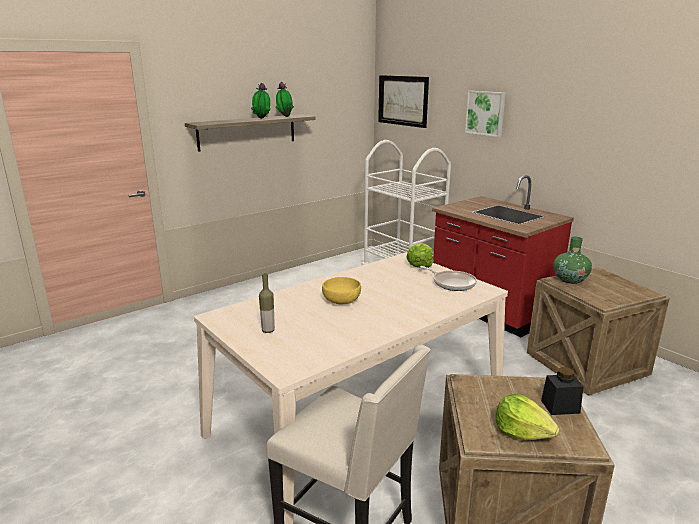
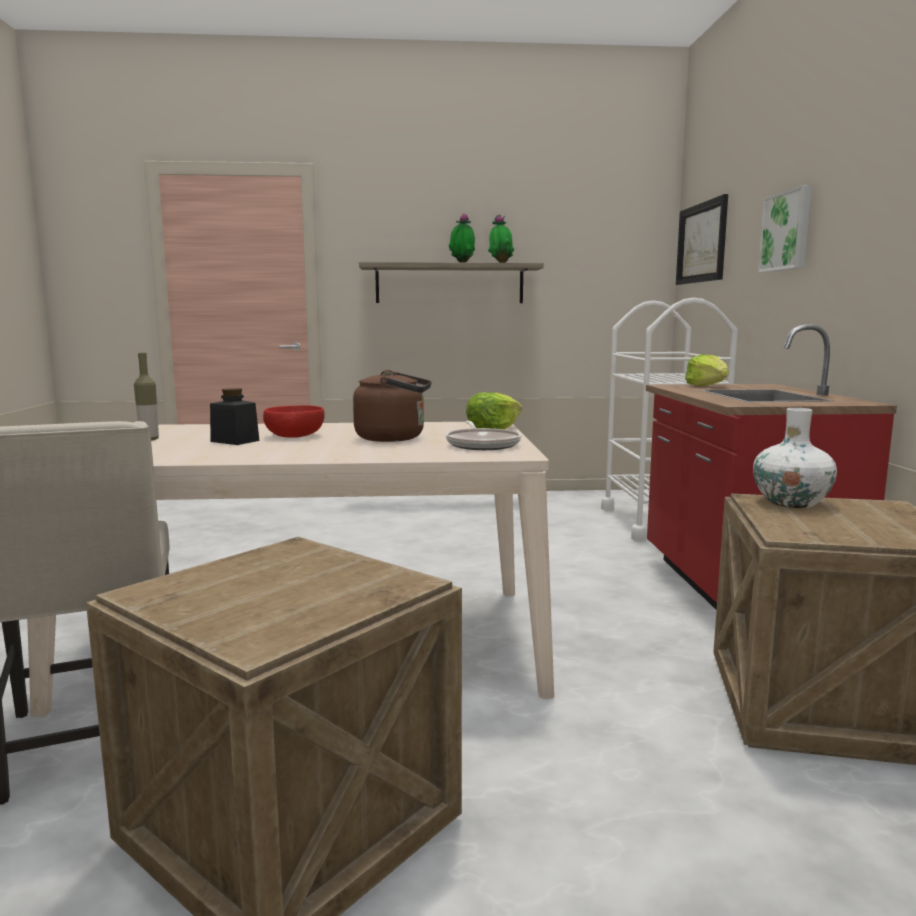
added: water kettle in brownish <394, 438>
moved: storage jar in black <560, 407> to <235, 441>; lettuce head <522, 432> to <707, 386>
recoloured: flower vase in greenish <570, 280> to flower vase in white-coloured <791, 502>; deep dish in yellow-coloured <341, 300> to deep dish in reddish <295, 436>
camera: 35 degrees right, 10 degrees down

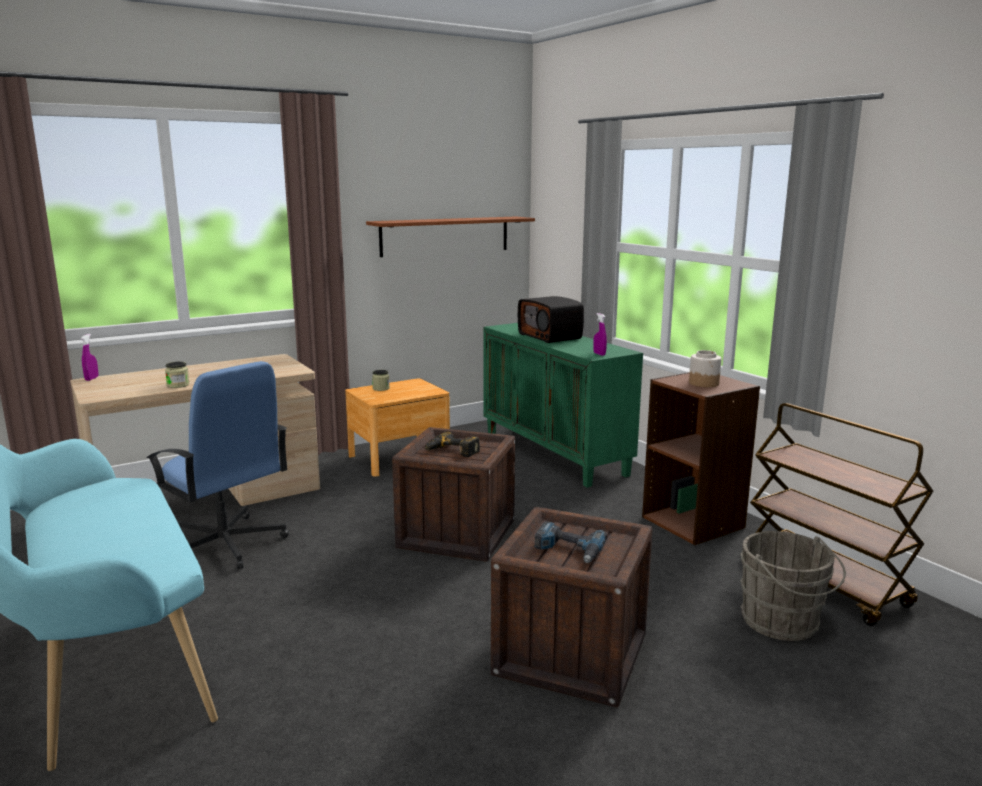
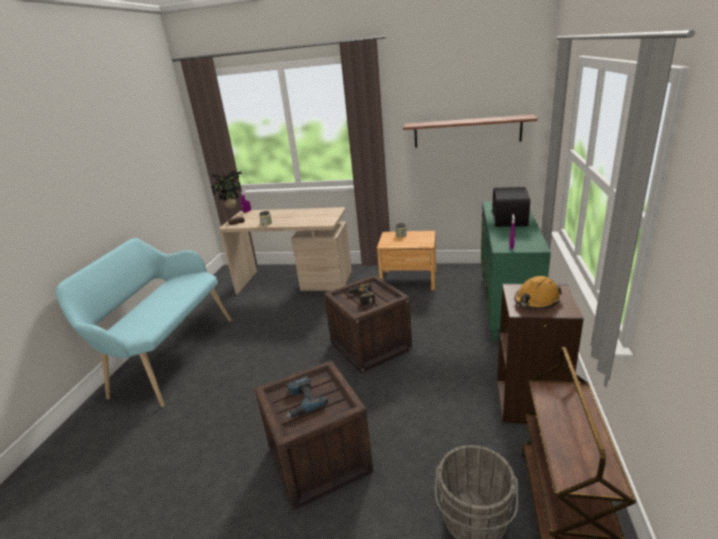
removed: desk chair in bluish <225, 545>
added: plant in a pot <236, 222>
replaced: storage jar <704, 383> to safety helmet in orange-coloured <536, 301>
camera: 45 degrees right, 10 degrees up

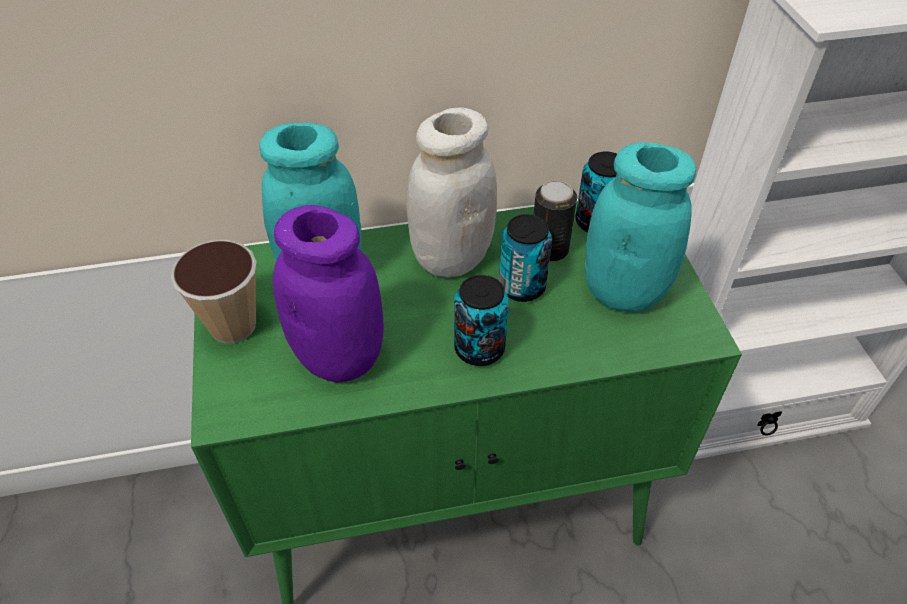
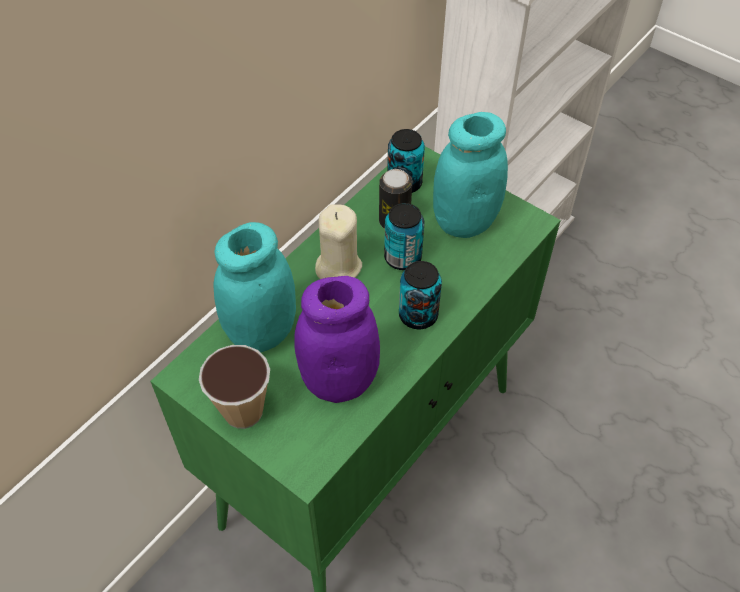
replaced: storage jar in white-coloured <451, 257> to candle in sand-coloured <338, 266>
camera: 40 degrees left, 5 degrees up

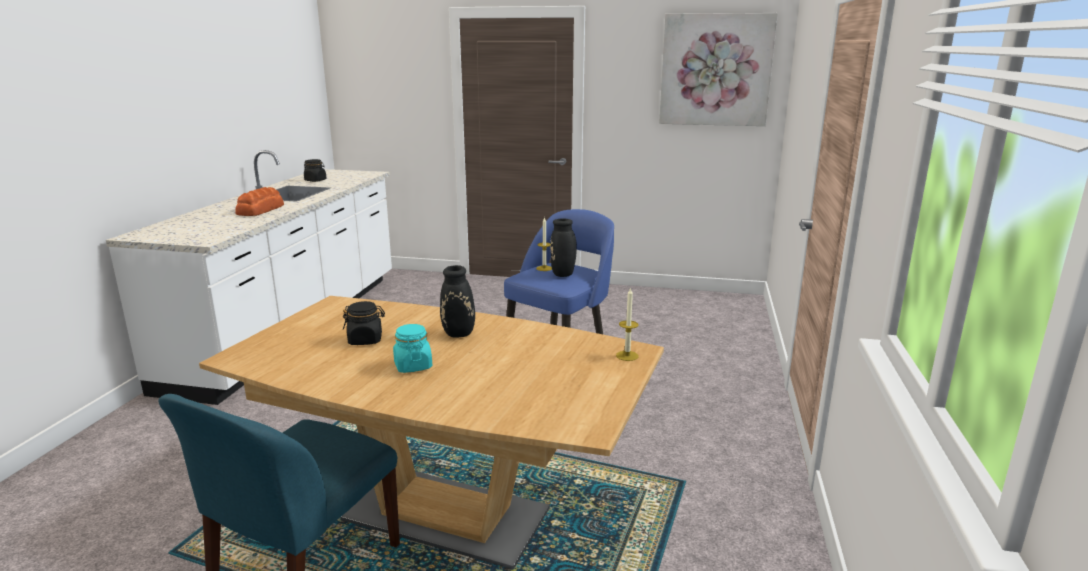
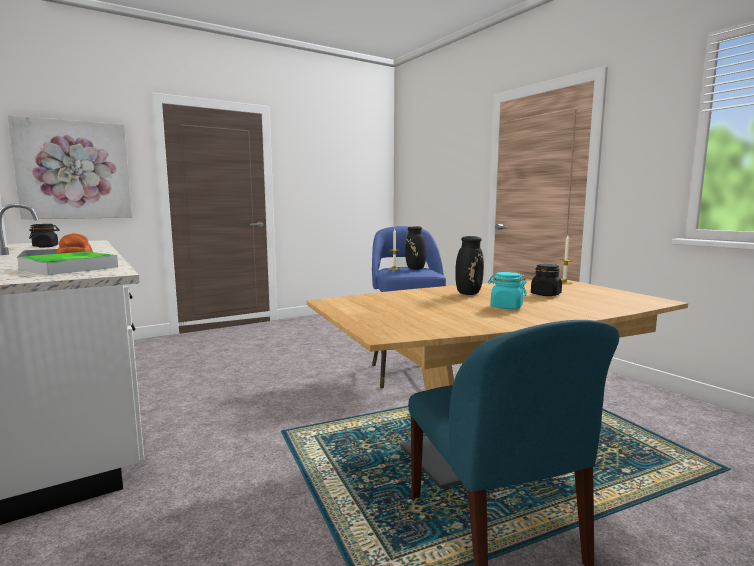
added: tray <69, 268>
moved: picture <715, 70> to <74, 170>; storage jar in black <365, 340> to <545, 294>
camera: 45 degrees left, 10 degrees down

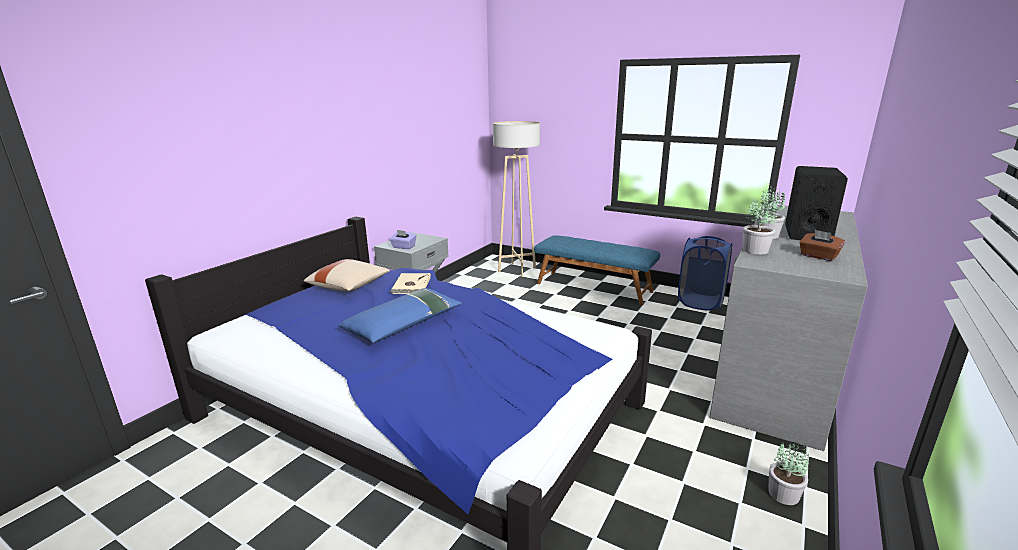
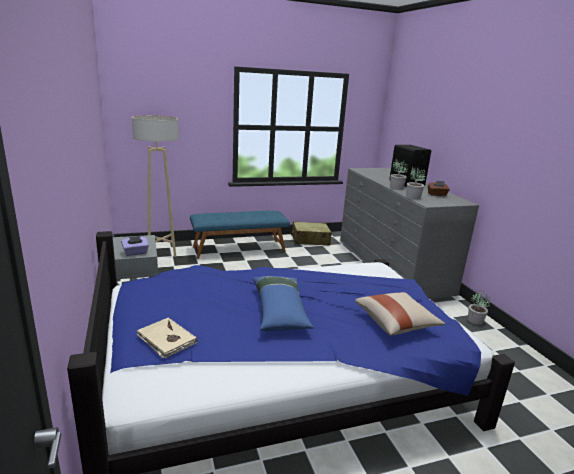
moved: throw pillow in sand-coloured <349, 287> to <396, 323>; bound book in sand-coloured <411, 285> to <166, 340>
replaced: hamper in bluish <700, 302> to suitcase in sand-coloured <310, 240>
camera: 50 degrees left, 0 degrees up

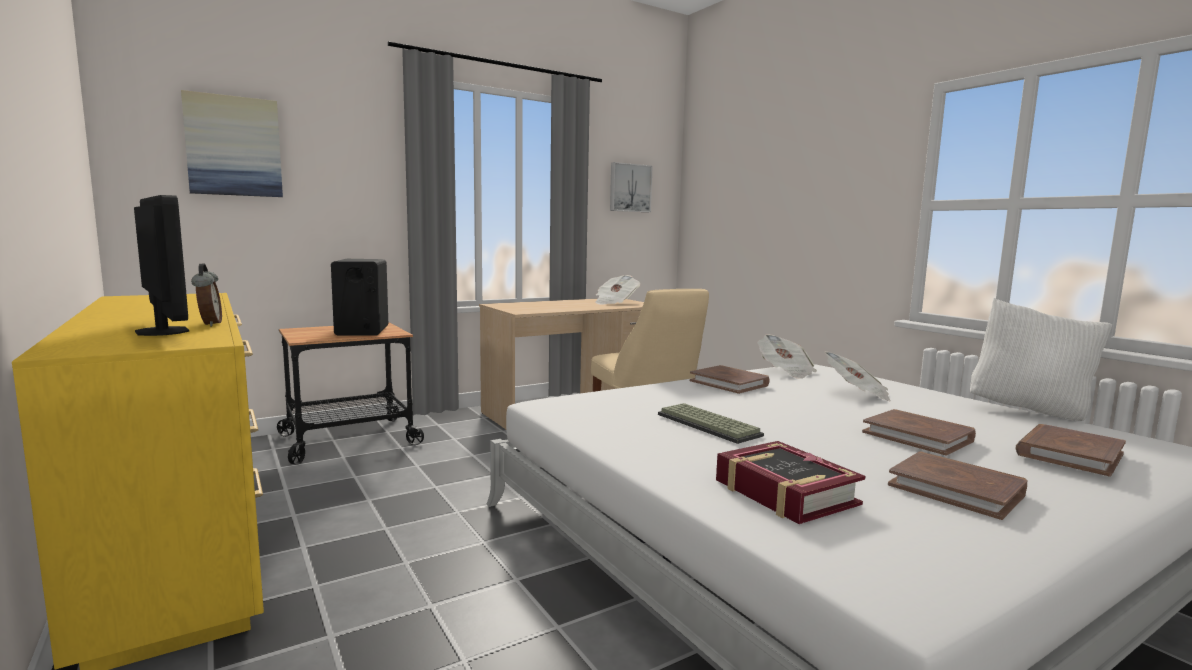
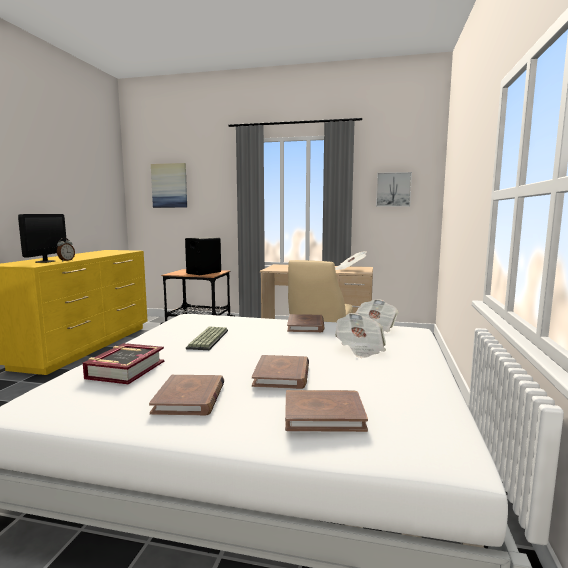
removed: throw pillow in white-coloured <1030, 411>
camera: 45 degrees right, 0 degrees up

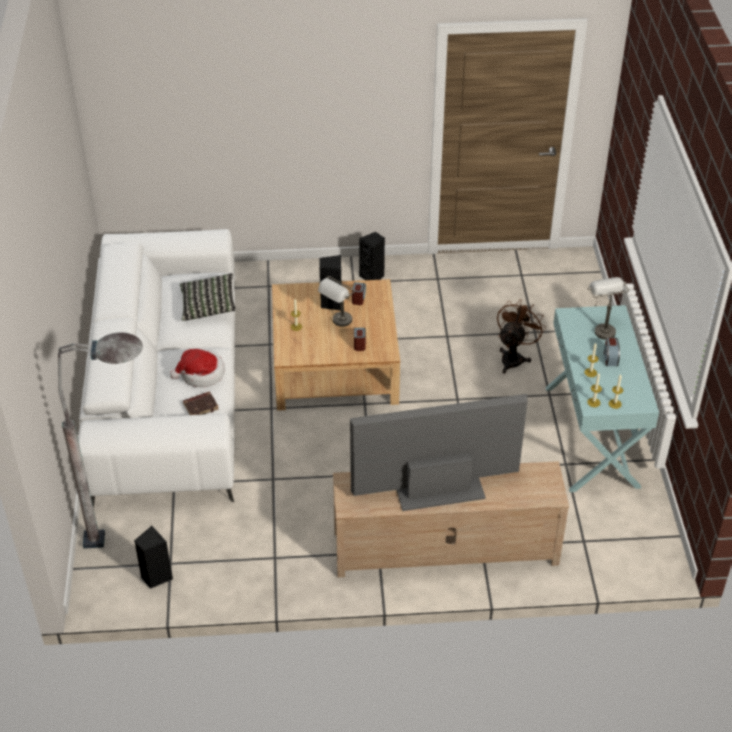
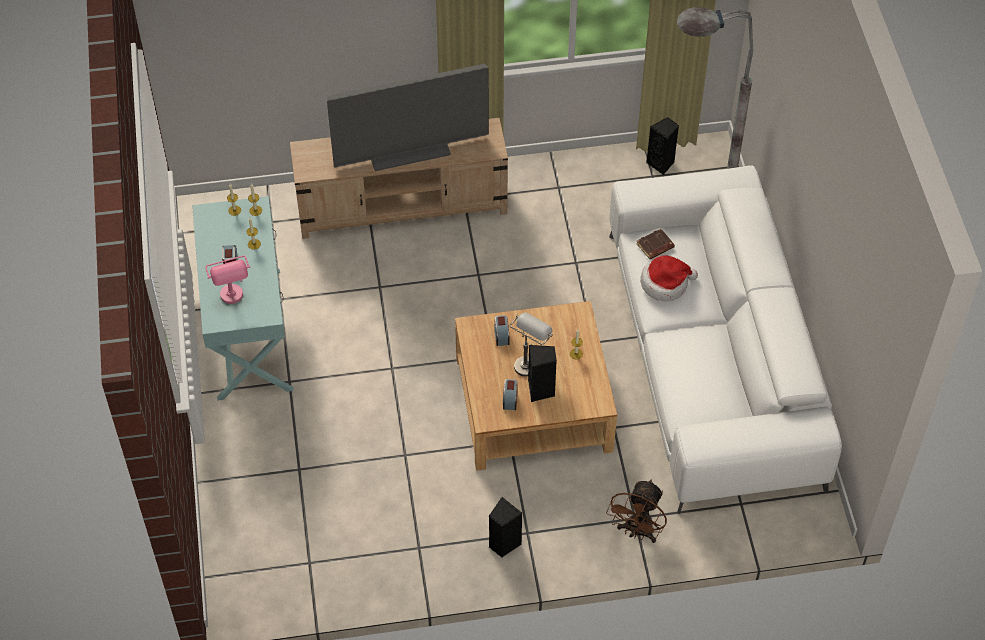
removed: throw pillow <208, 306>
moved: fan in brownish <514, 357> to <637, 532>
recoloured: tabletop lamp in gray <601, 327> to tabletop lamp in pink-coloured <234, 300>
camera: 175 degrees right, 10 degrees up

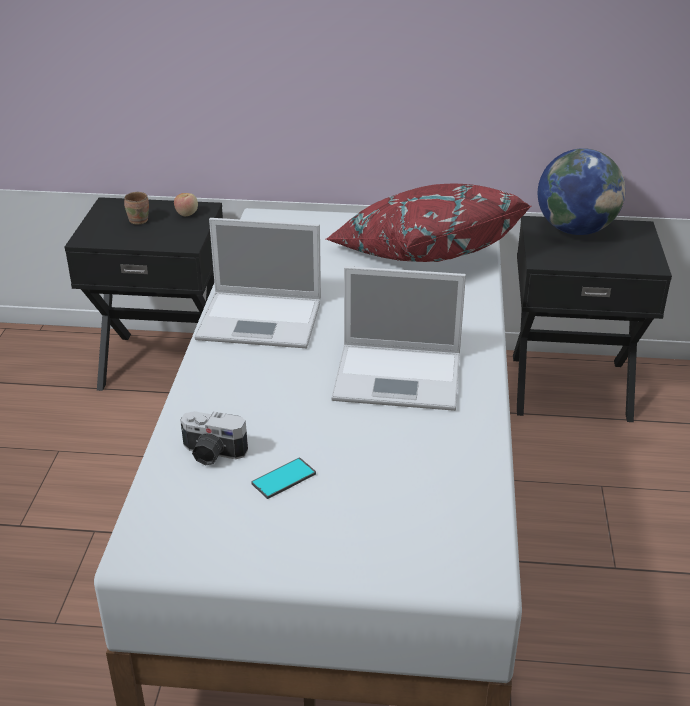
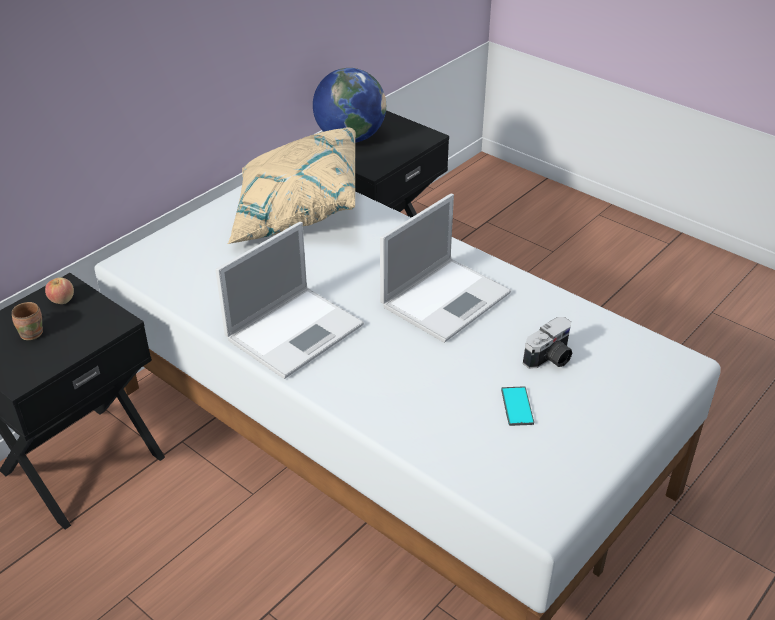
moved: photo camera <212, 454> to <550, 358>
recoloured: throw pillow in reddish <423, 253> to throw pillow in sand-coloured <296, 212>
camera: 55 degrees left, 5 degrees up

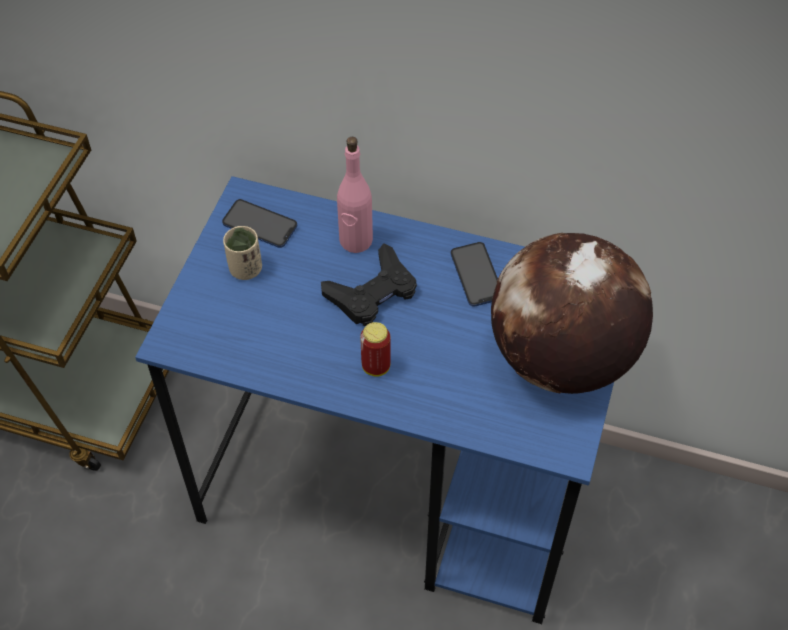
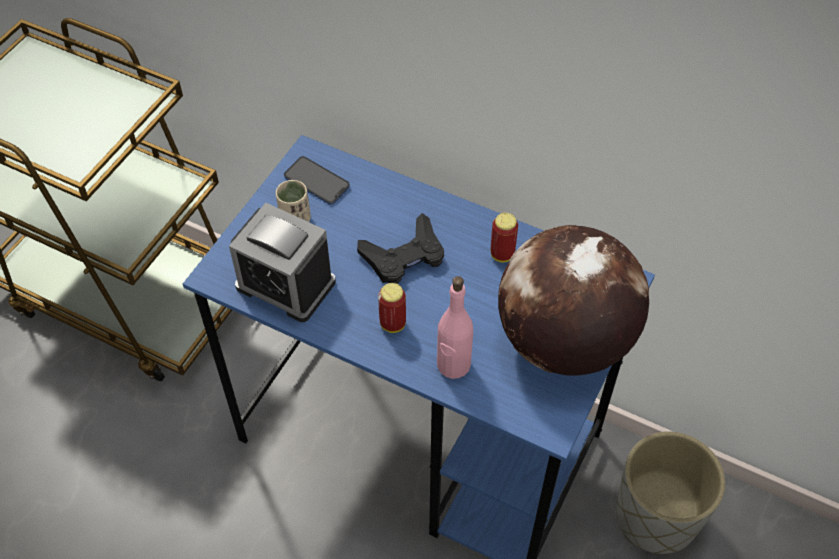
added: table clock <286, 284>; plant pot in gray <657, 517>
moved: beverage bottle in pink-coloured <355, 241> to <453, 365>
replaced: phone <476, 275> to sealed can <502, 254>
camera: 10 degrees right, 0 degrees up

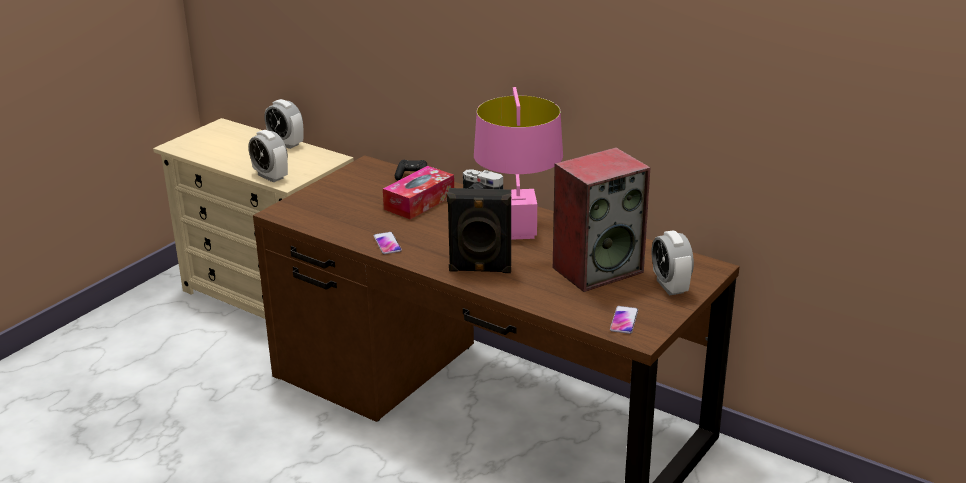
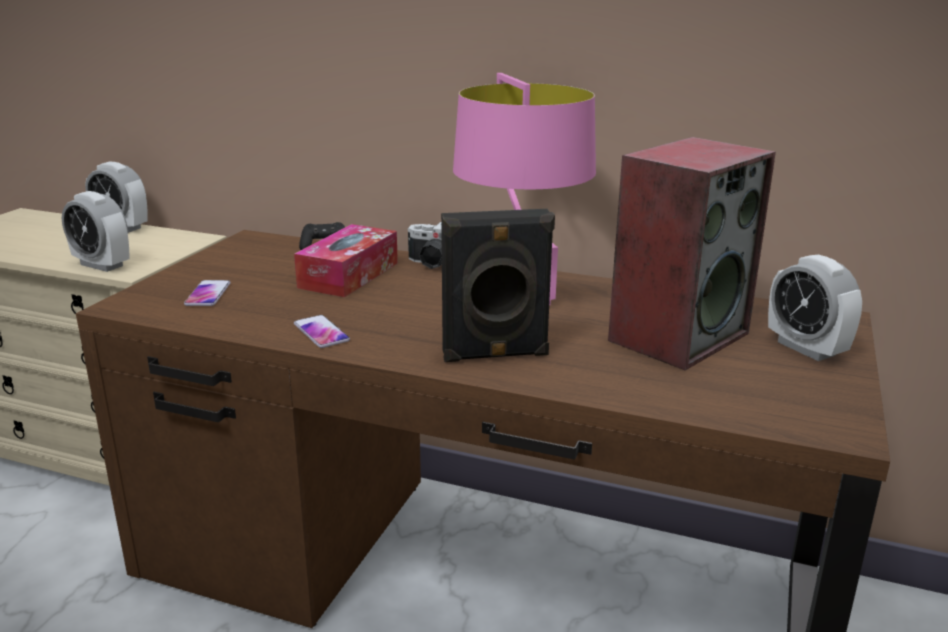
moved: phone <624, 320> to <208, 294>
camera: 15 degrees left, 5 degrees down

